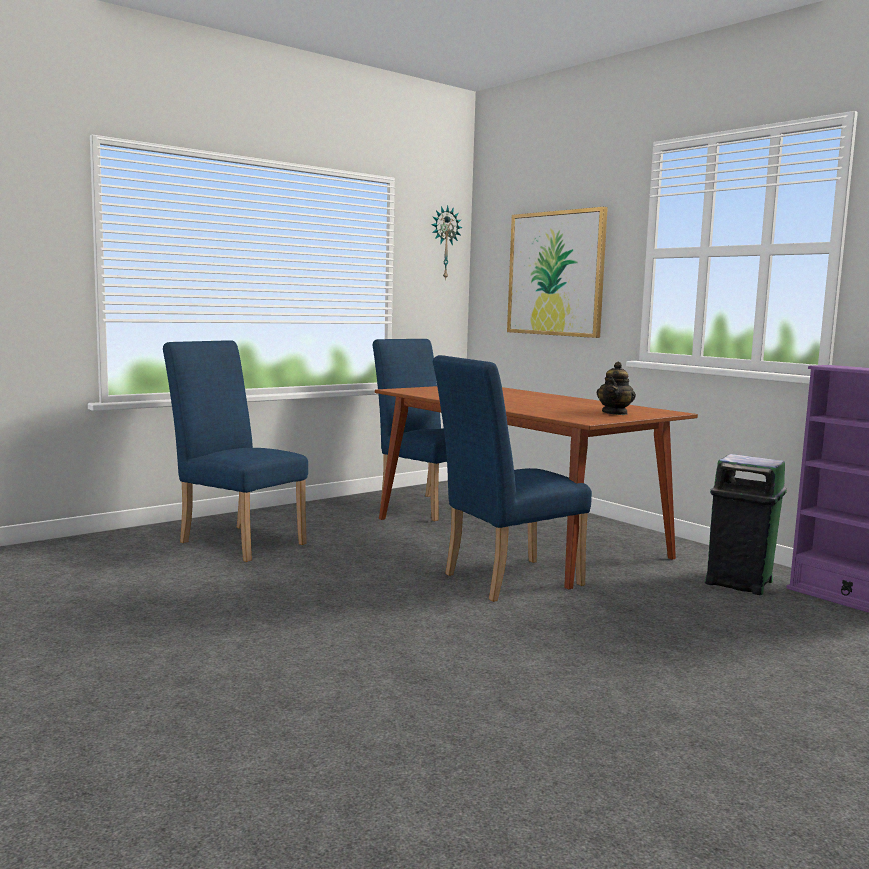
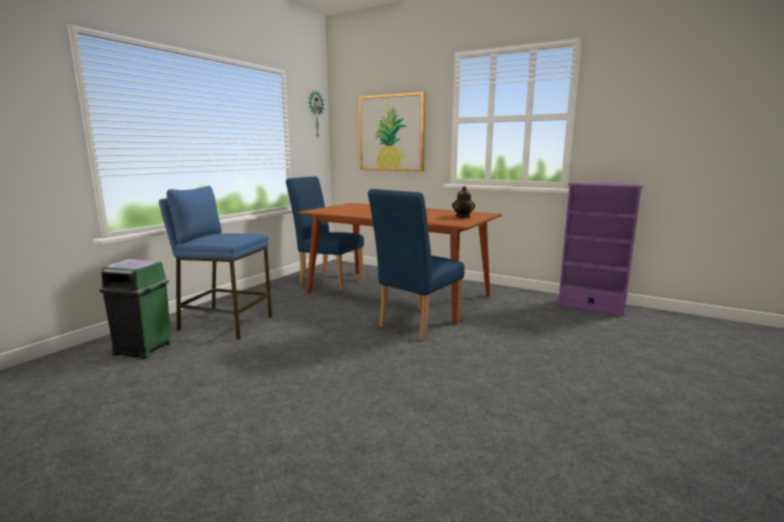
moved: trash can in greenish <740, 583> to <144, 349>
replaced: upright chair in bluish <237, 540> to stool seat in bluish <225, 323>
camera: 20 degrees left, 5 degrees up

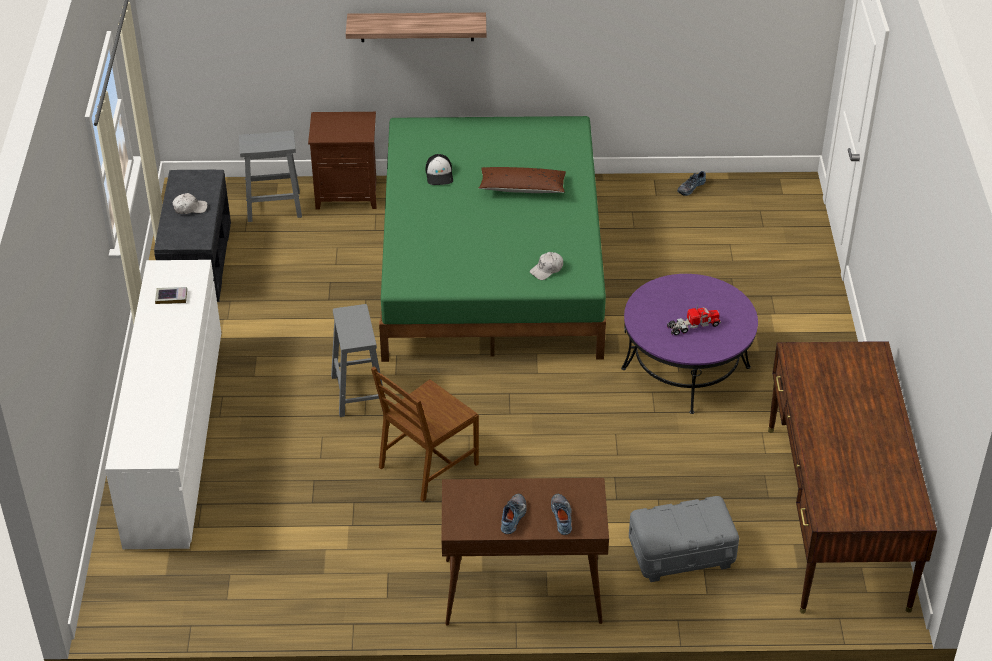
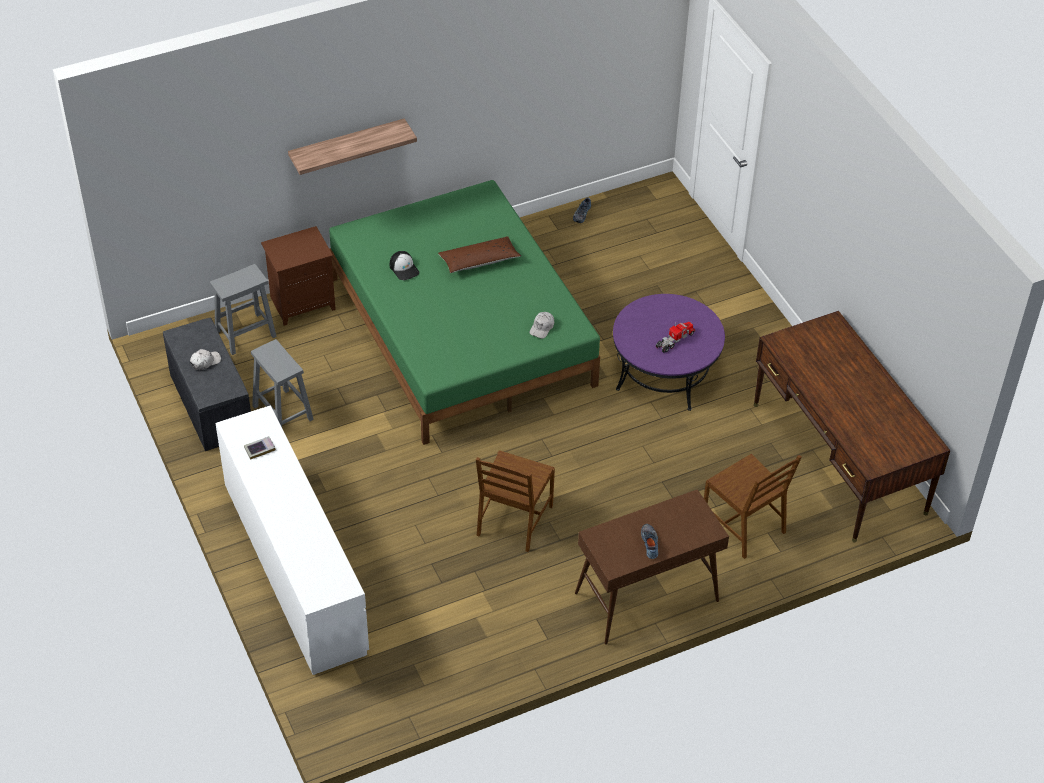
removed: shoe <563, 517>
moved: stool seat in gray <358, 392> to <282, 412>
replaced: storage box in gray <681, 553> to upright chair in brownish <744, 525>
camera: 25 degrees left, 5 degrees up

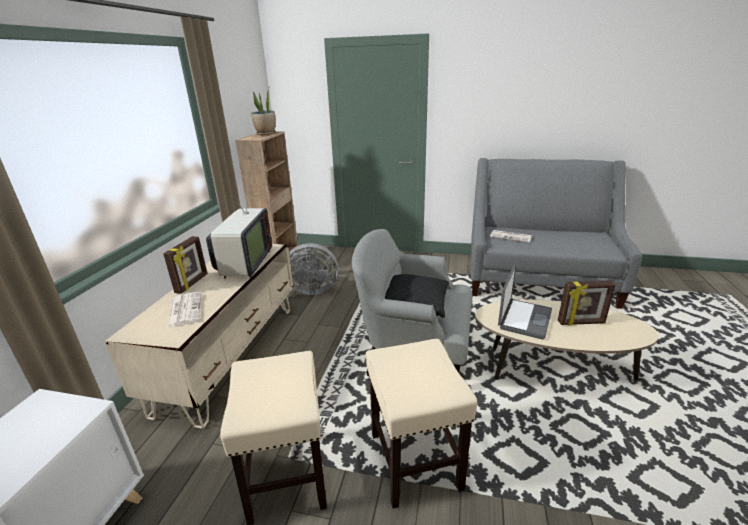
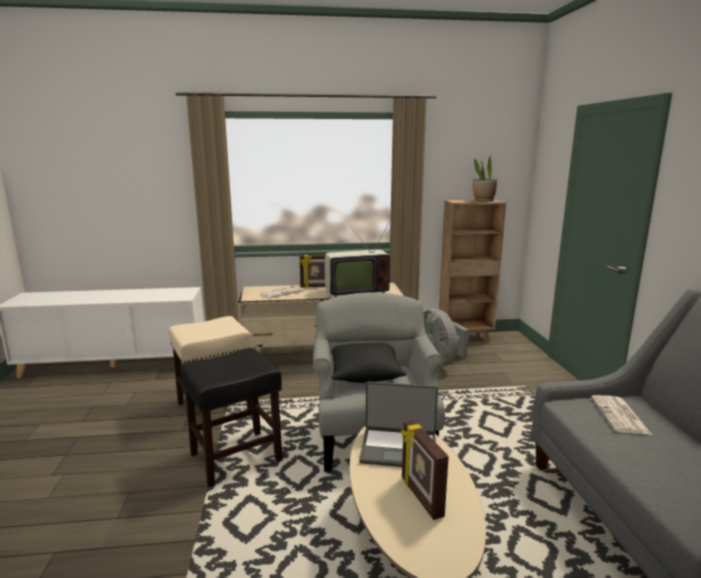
recoloured: stool seat in sand-coloured <414, 459> to stool seat in black <237, 457>
camera: 70 degrees right, 10 degrees down

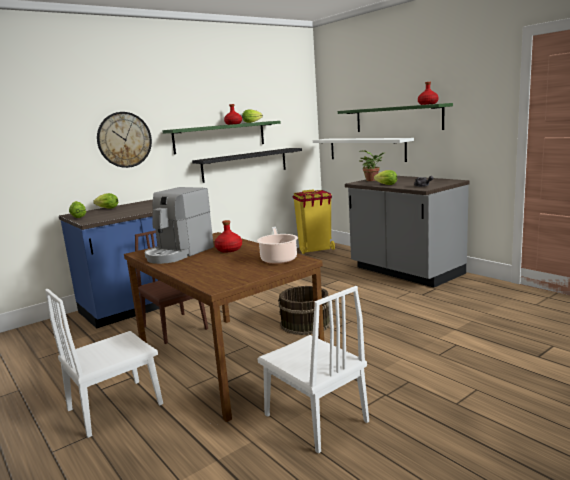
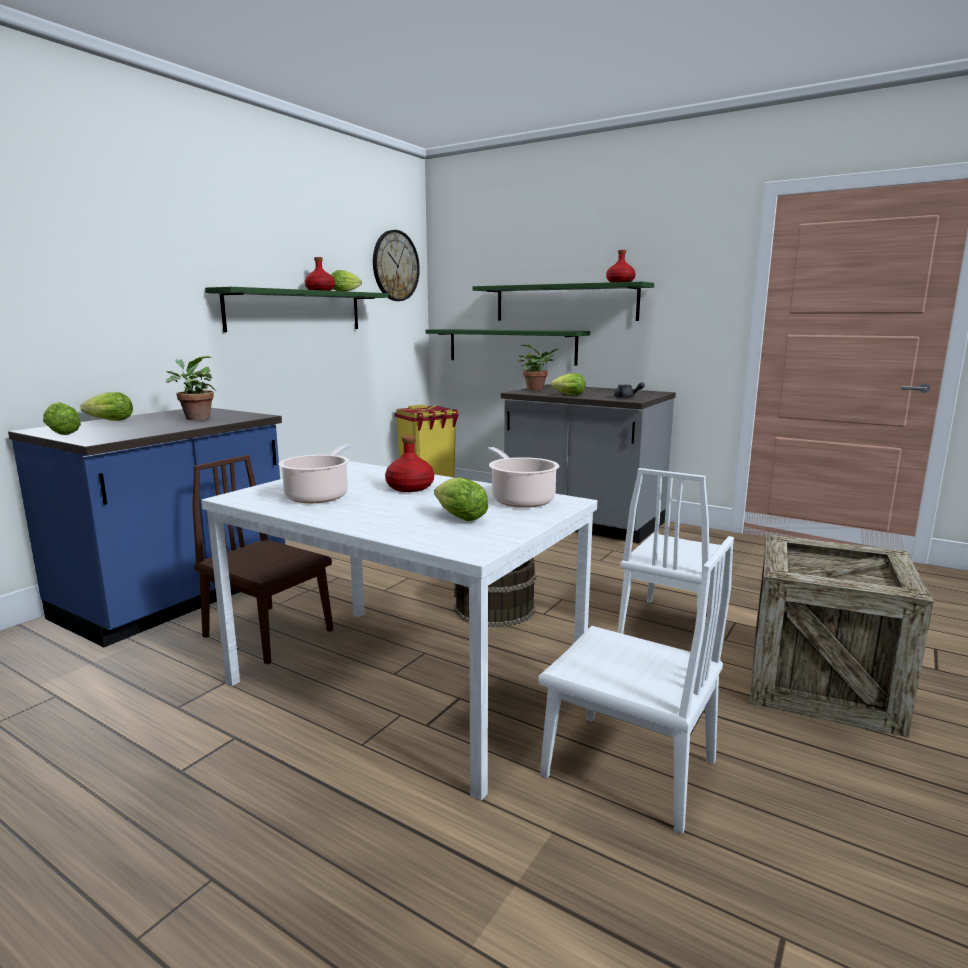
removed: bracket shelf in black <245, 164>
added: plant in a pot <195, 418>; lettuce head <457, 517>; shipping crate <821, 684>
moved: hanging clock <124, 140> to <395, 266>; upright chair in white-coloured <115, 406> to <672, 626>
replaced: coffee maker <178, 253> to saucepot <319, 496>
recoloured: bracket shelf in white-coloured <366, 149> to bracket shelf in greenish <511, 346>; kitchen table in brownish <228, 361> to kitchen table in white-coloured <408, 683>
camera: 20 degrees left, 0 degrees up

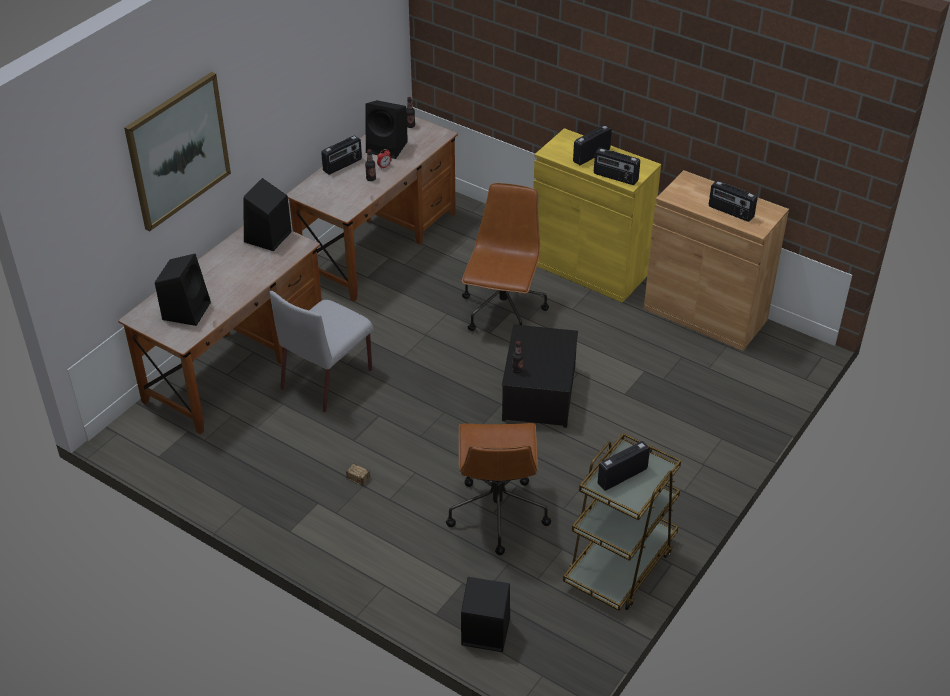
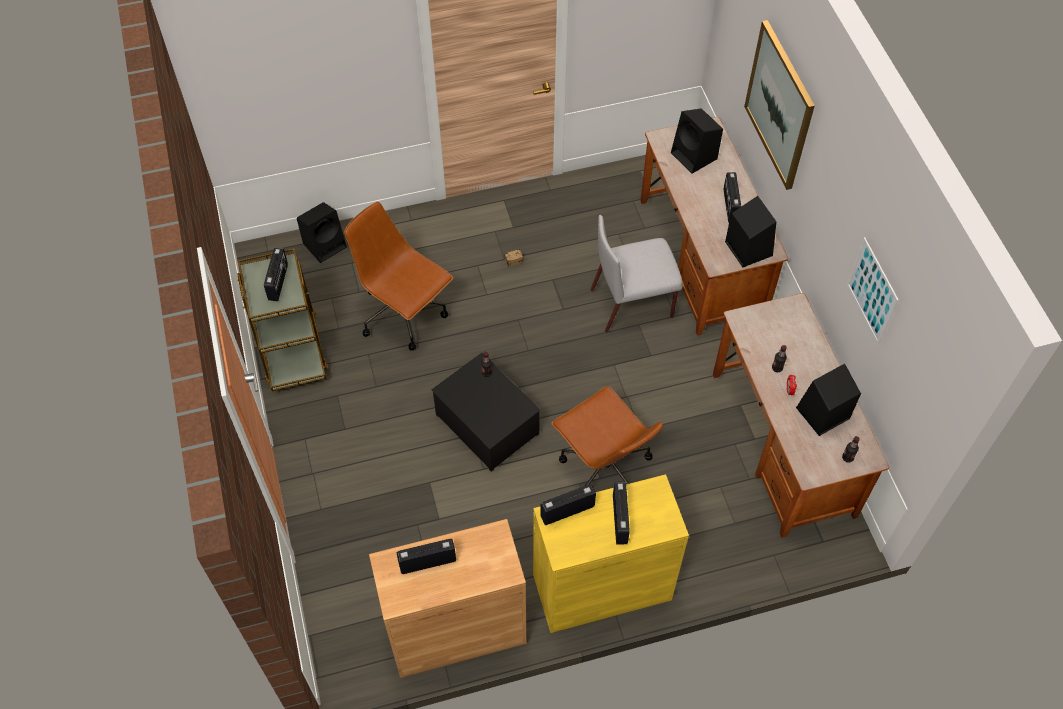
added: picture <872, 291>
moved: radio receiver <343, 165> to <729, 206>
turned: upright chair in gray <327, 378> = <633, 303> 90 degrees counterclockwise
camera: 130 degrees right, 15 degrees up

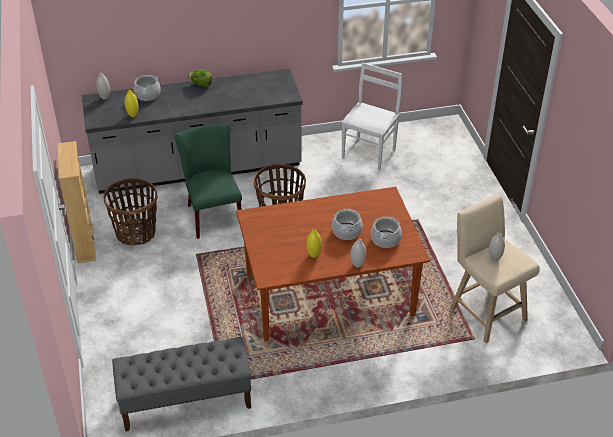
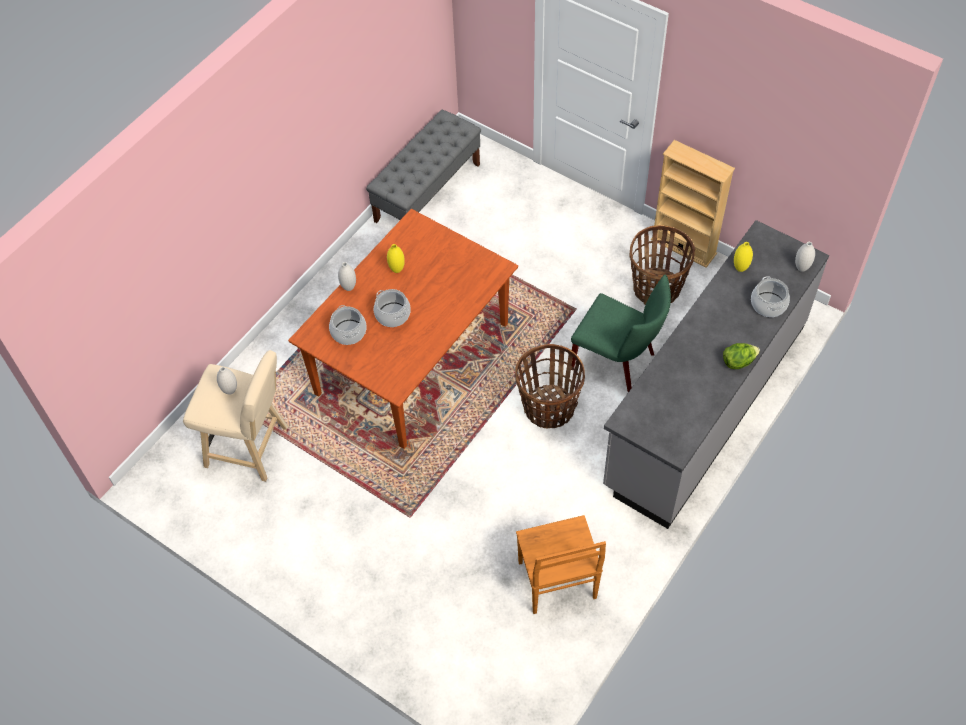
recoloured: upright chair in white-coloured <369, 153> to upright chair in brownish <557, 582>
camera: 140 degrees right, 15 degrees up

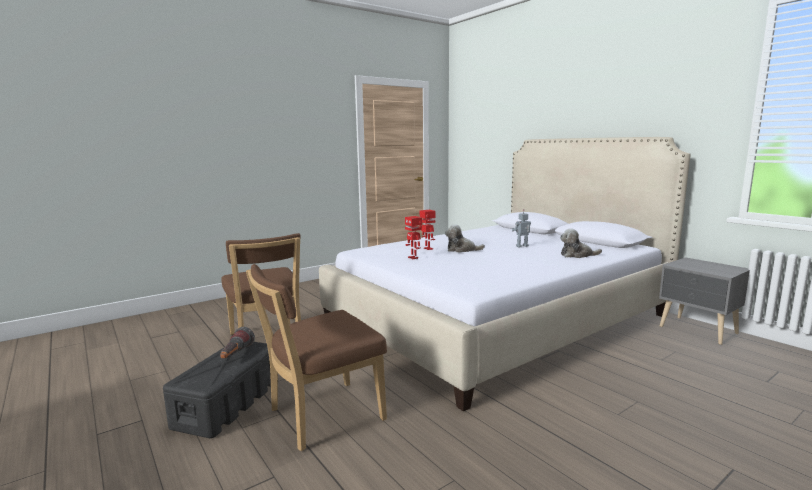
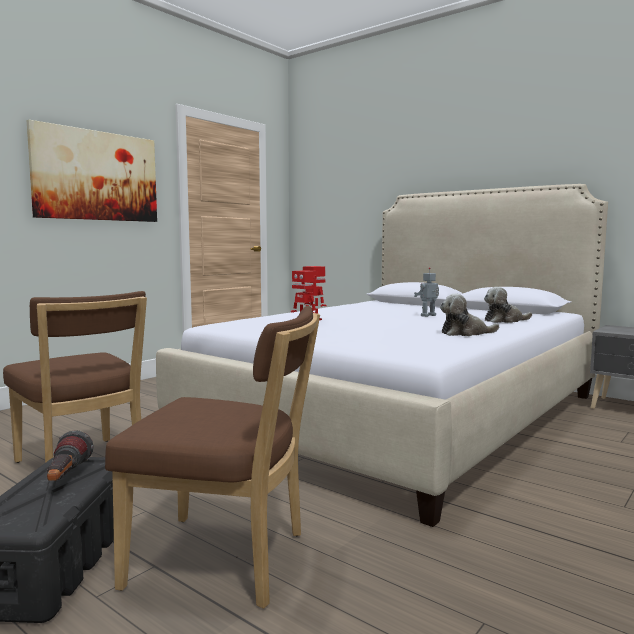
added: picture <96, 176>
moved: cuddly toy <461, 250> to <465, 333>
turned: upright chair in brownish <321, 416> = <226, 561> 120 degrees counterclockwise
camera: 15 degrees left, 5 degrees down

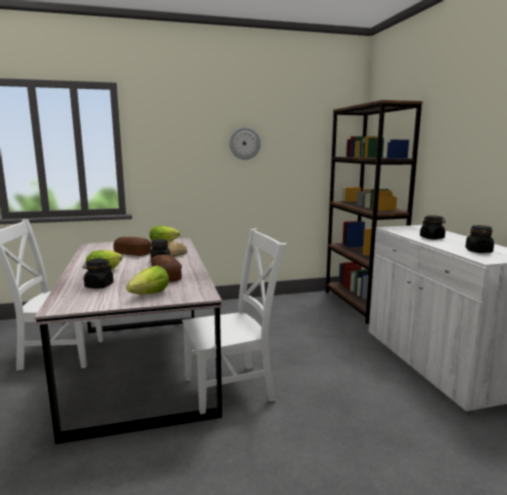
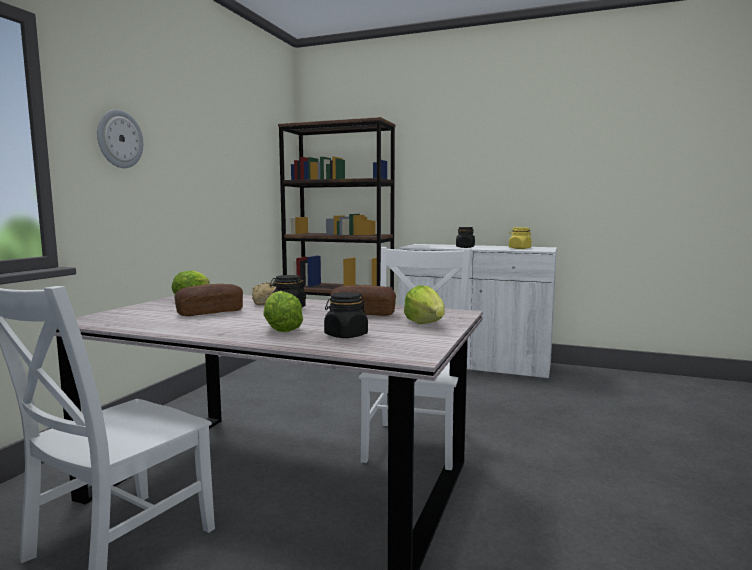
moved: hanging clock <244, 143> to <119, 139>
recoloured: storage jar in black <478, 251> to storage jar in yellow-coloured <519, 248>
camera: 55 degrees left, 5 degrees down

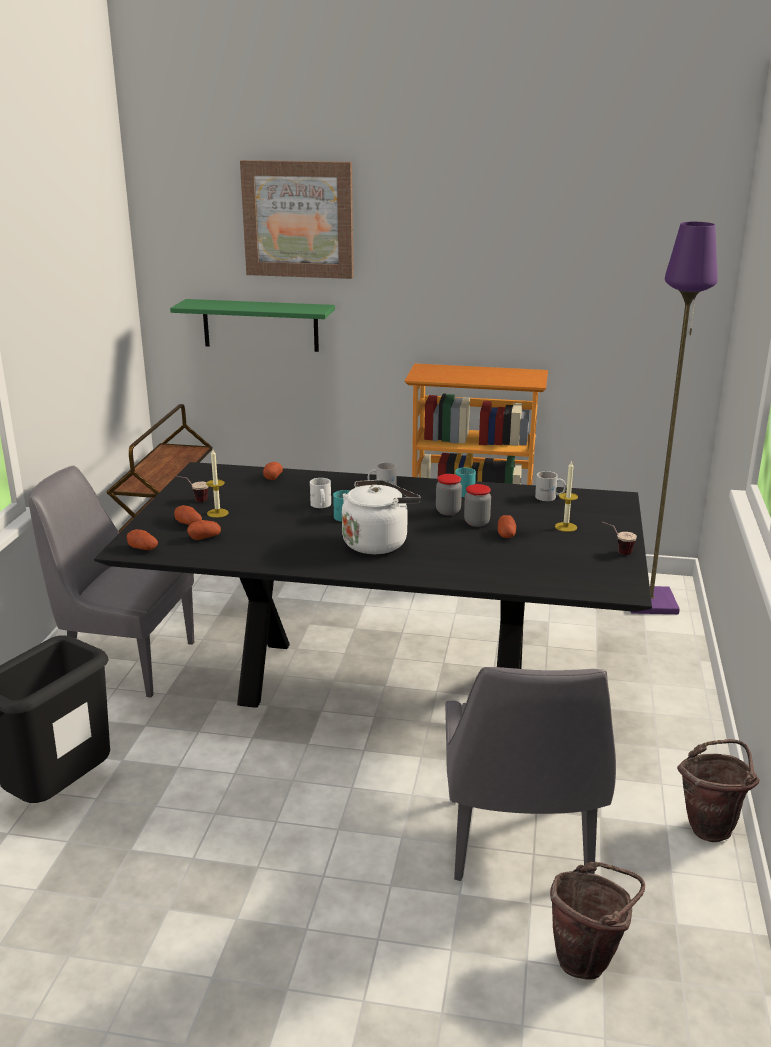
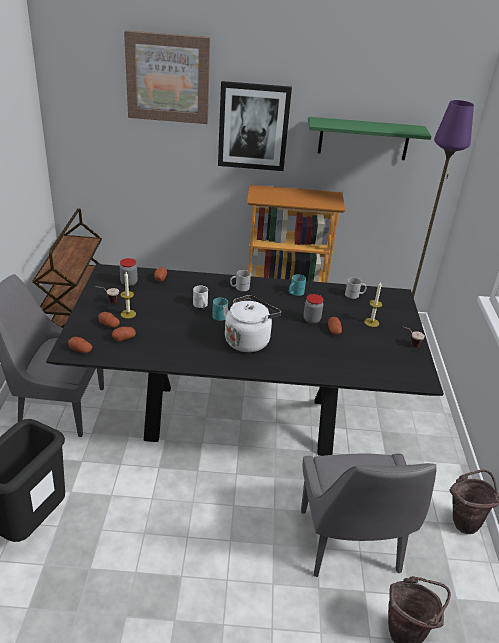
added: picture <253, 126>
moved: bracket shelf in greenish <260, 325> to <363, 139>; storage jar <448, 511> to <129, 283>
camera: 10 degrees left, 10 degrees up

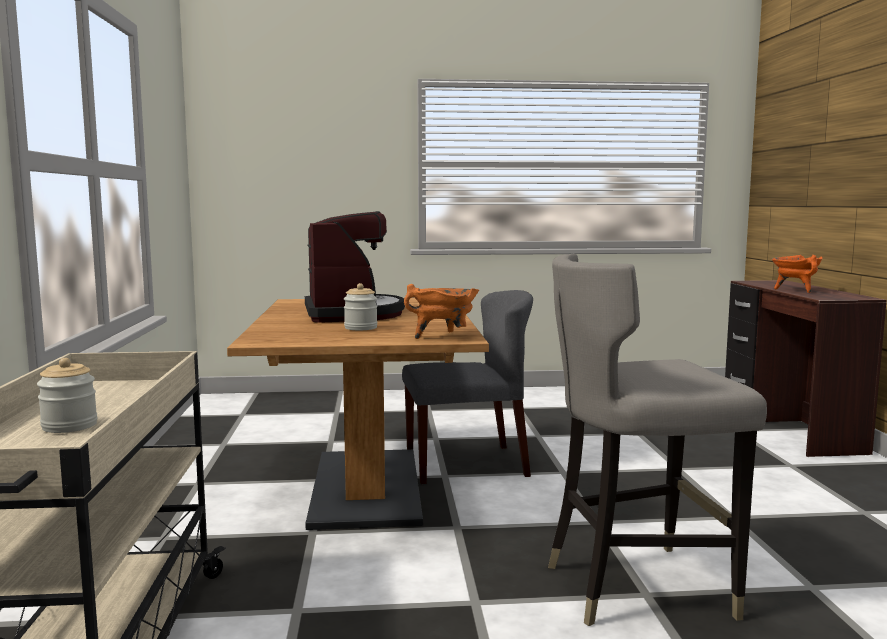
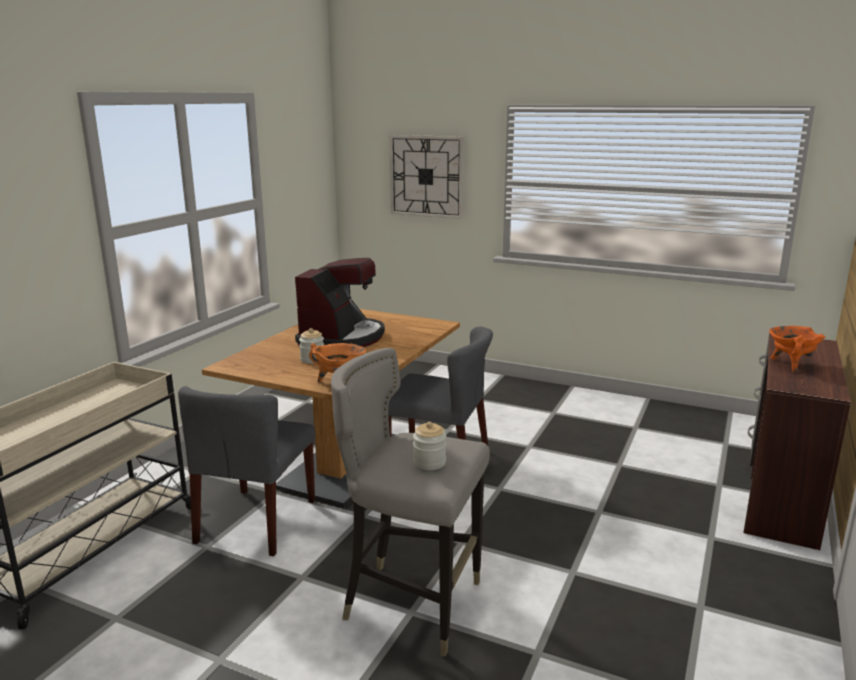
added: hanging clock <426, 176>; upright chair in gray <256, 521>
moved: storage jar <69, 426> to <429, 462>
camera: 30 degrees right, 10 degrees up

